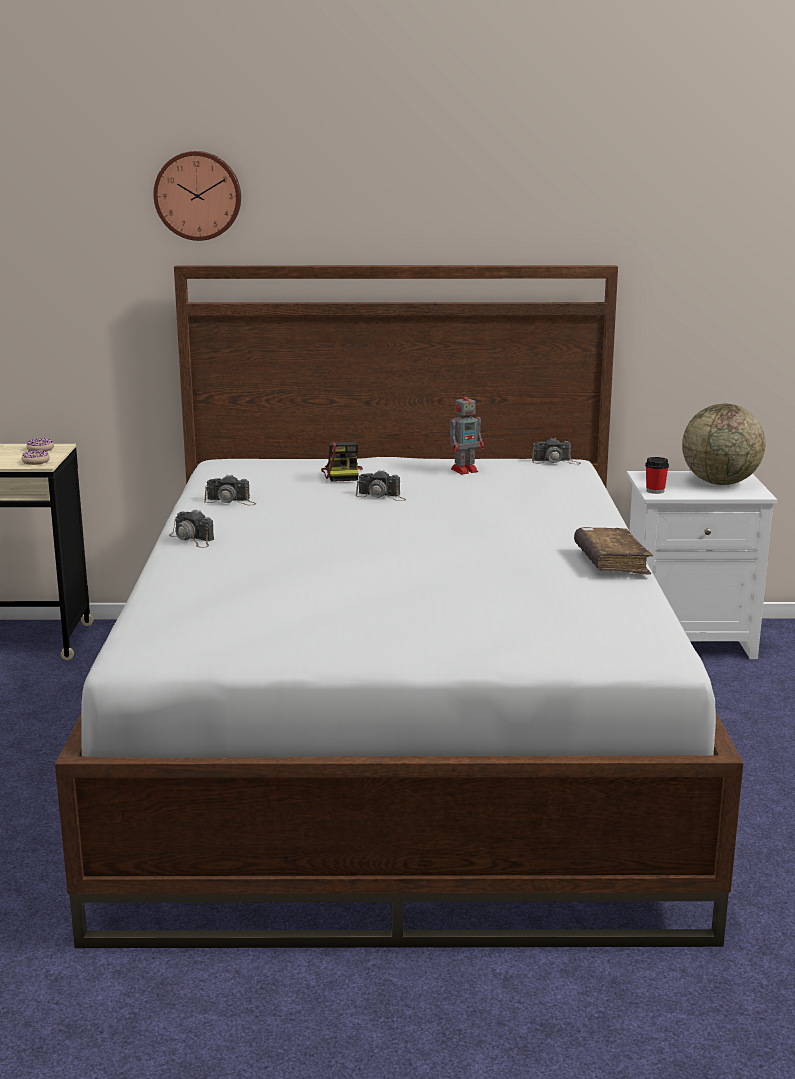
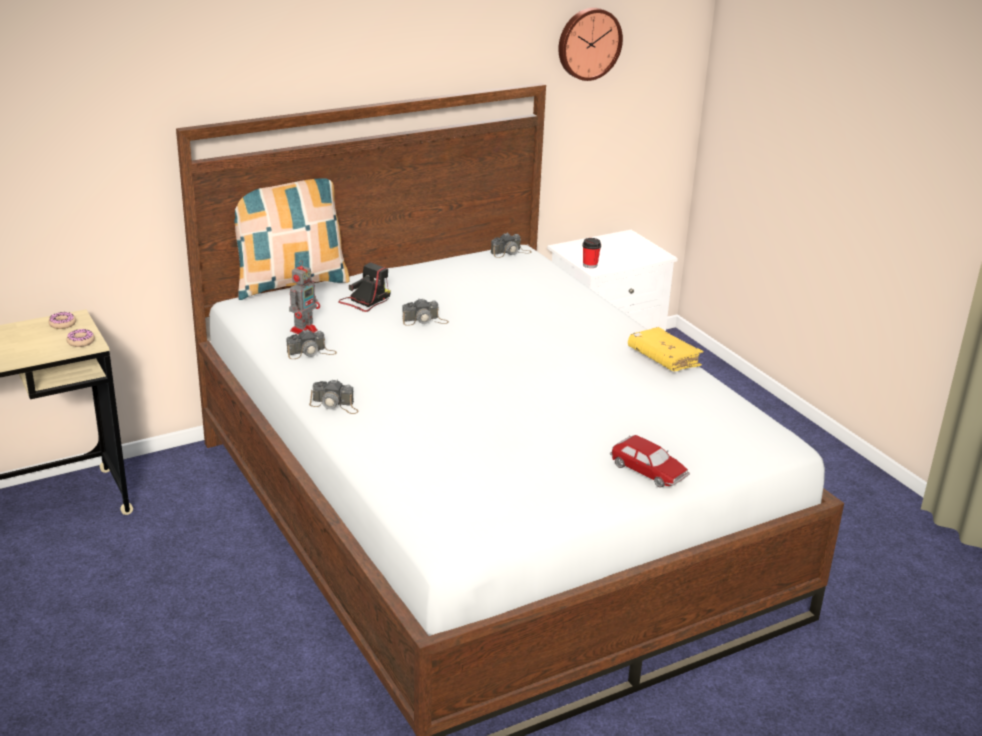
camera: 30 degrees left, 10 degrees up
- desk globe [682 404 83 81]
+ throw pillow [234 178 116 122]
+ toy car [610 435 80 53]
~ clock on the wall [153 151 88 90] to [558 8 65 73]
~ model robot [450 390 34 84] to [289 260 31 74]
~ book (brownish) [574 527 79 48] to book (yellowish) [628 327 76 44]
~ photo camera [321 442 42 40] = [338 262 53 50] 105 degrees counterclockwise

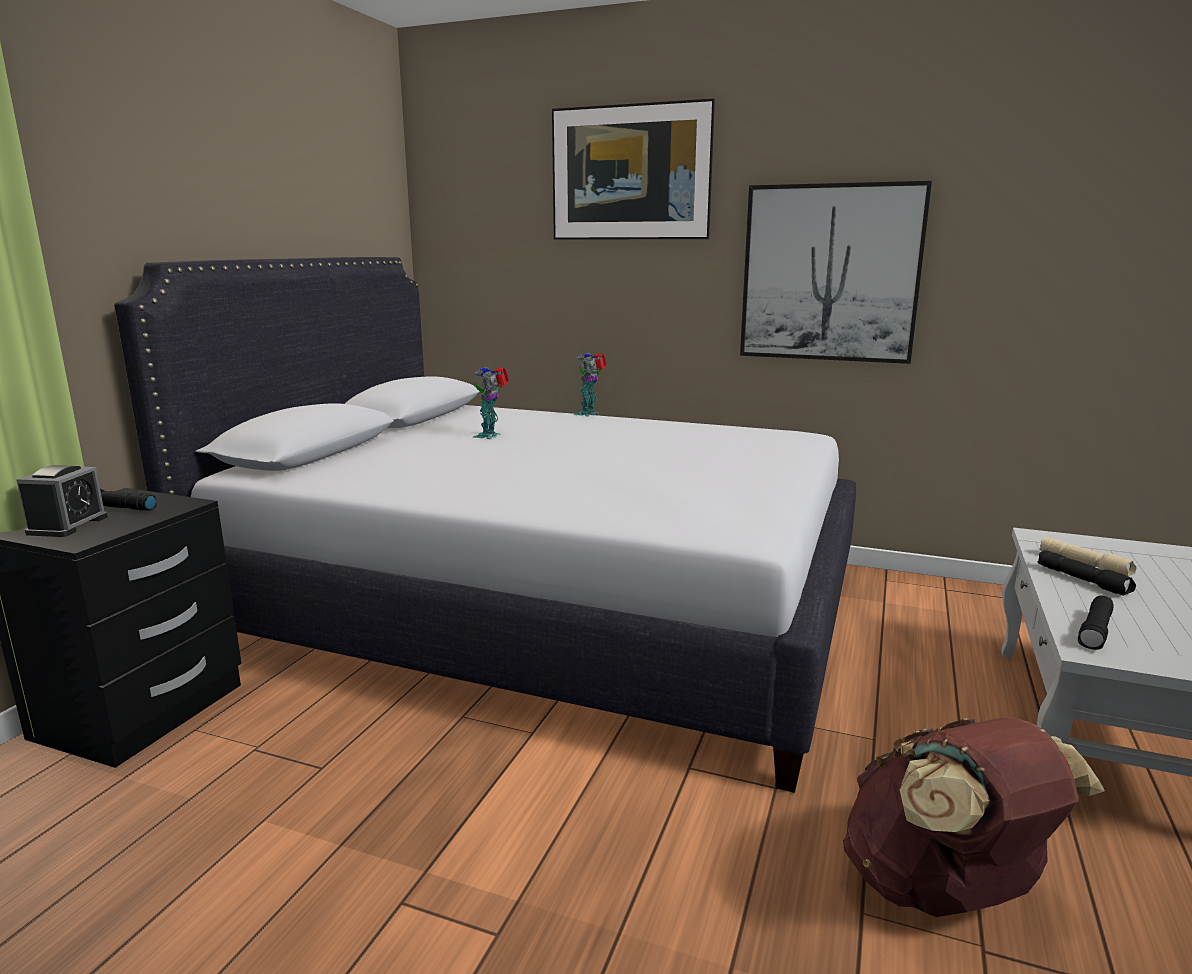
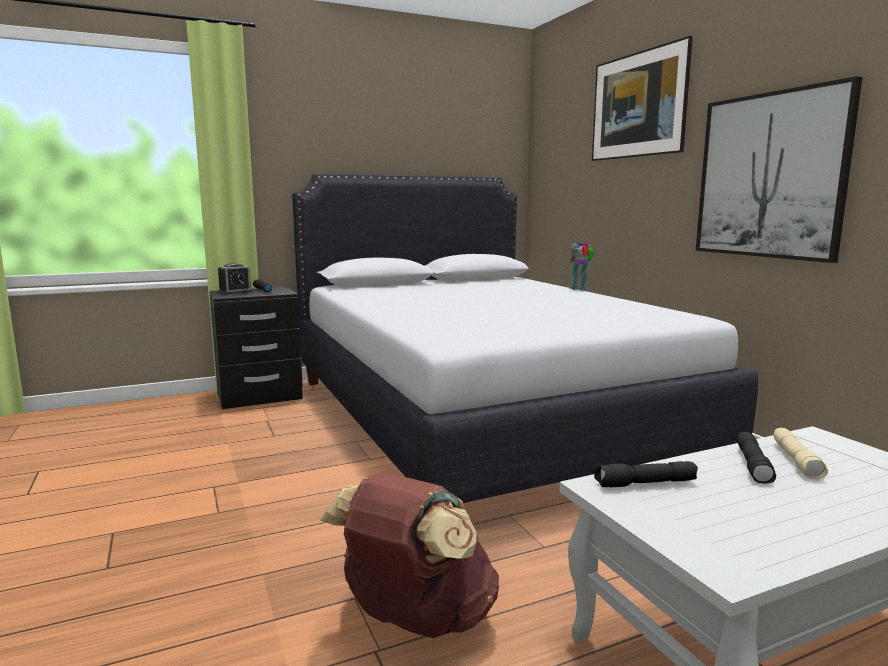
camera: 45 degrees right, 5 degrees down
- model robot [473 367 36 72]

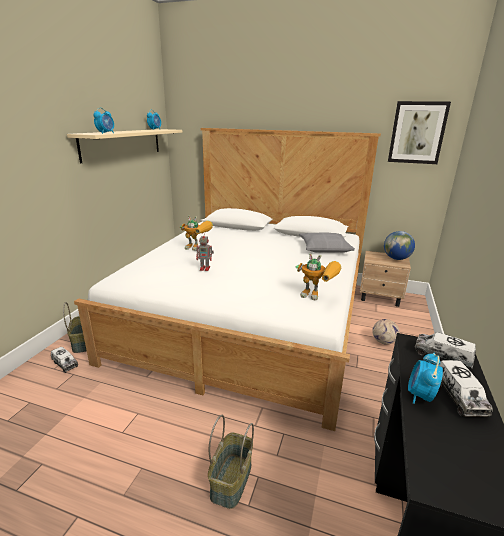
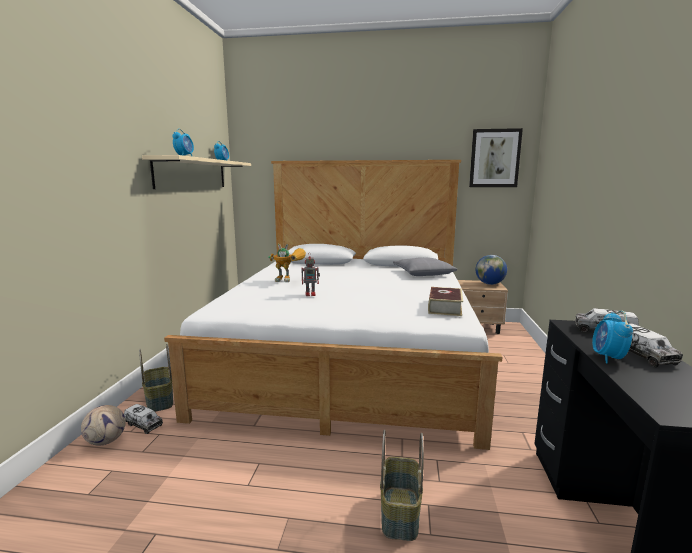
camera: 10 degrees left, 10 degrees down
~ football ball [372 319 28 26] to [81 405 45 41]
~ model robot [296 253 46 47] to book [428 287 35 29]

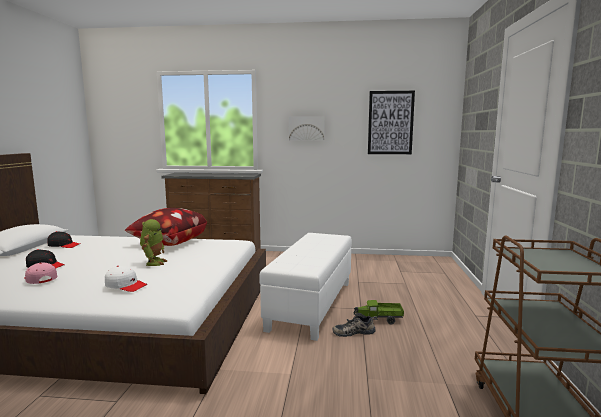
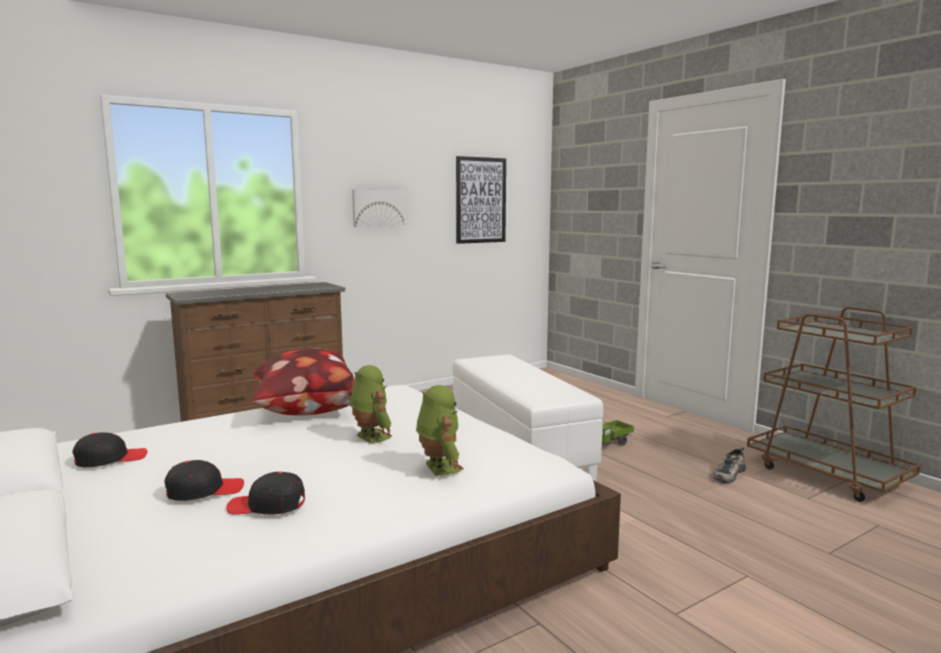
camera: 40 degrees left, 0 degrees up
~ item of footwear [332 316 45 21] to [713 447 33 36]
~ peaked cap (white) [105 266 43 26] to model robot [416 385 48 91]
~ peaked cap (pinkish) [24 263 33 21] to peaked cap (blackish) [226 472 79 43]

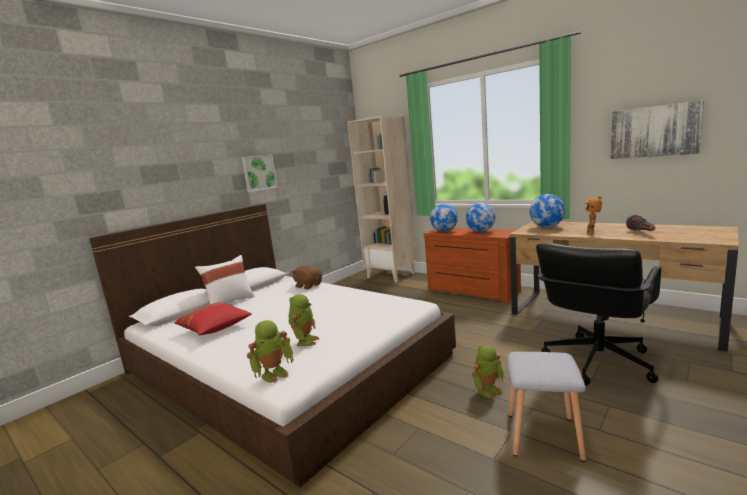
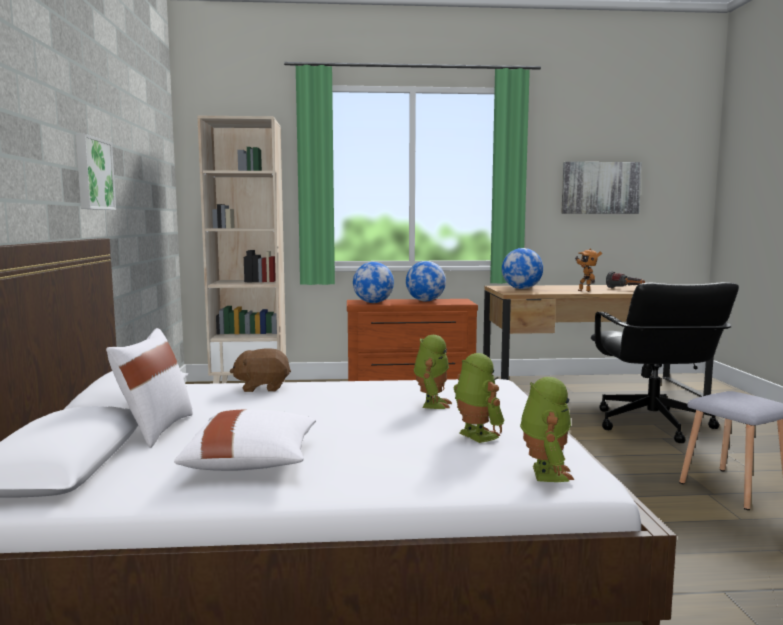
camera: 45 degrees left, 5 degrees down
~ model robot [472 345 32 54] to [414 335 38 74]
~ throw pillow (reddish) [175 302 77 33] to throw pillow (white) [174 410 142 61]

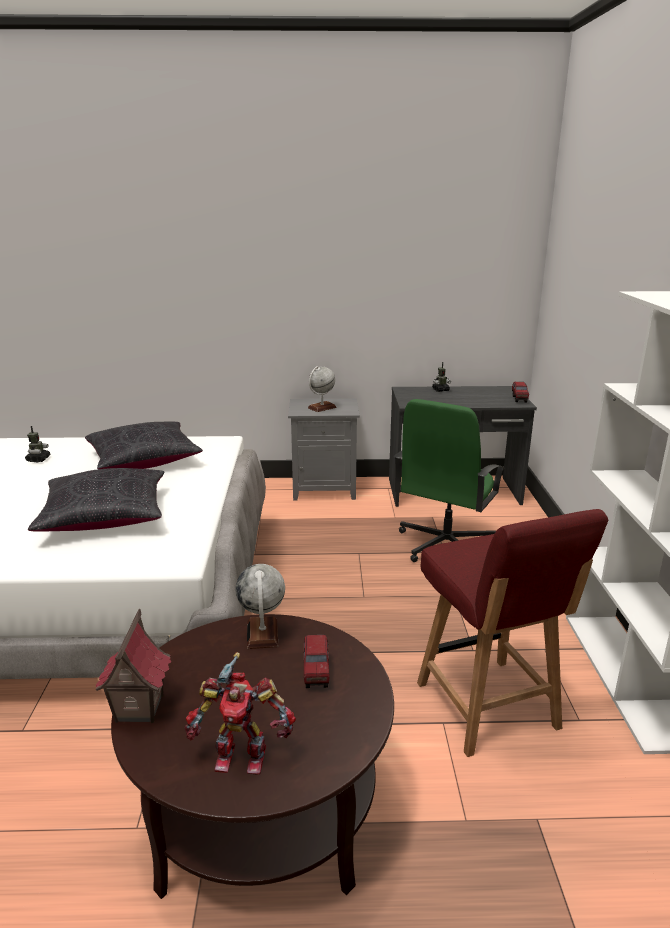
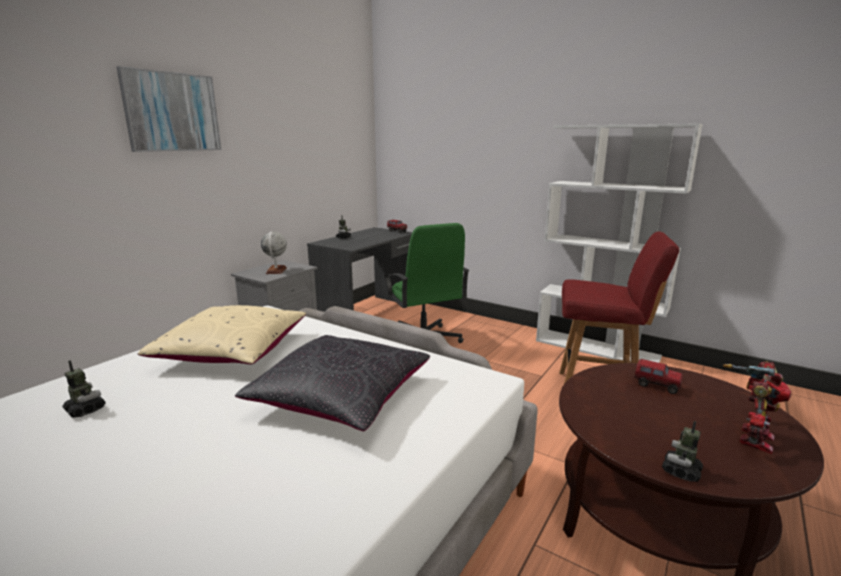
camera: 55 degrees left, 5 degrees down
- desk globe [236 564 49 85]
+ wall picture [116 66 105 86]
~ model house [95 609 76 114] to model robot [662 421 41 61]
~ throw pillow (blackish) [85 422 118 47] to throw pillow (beige) [138 305 168 59]

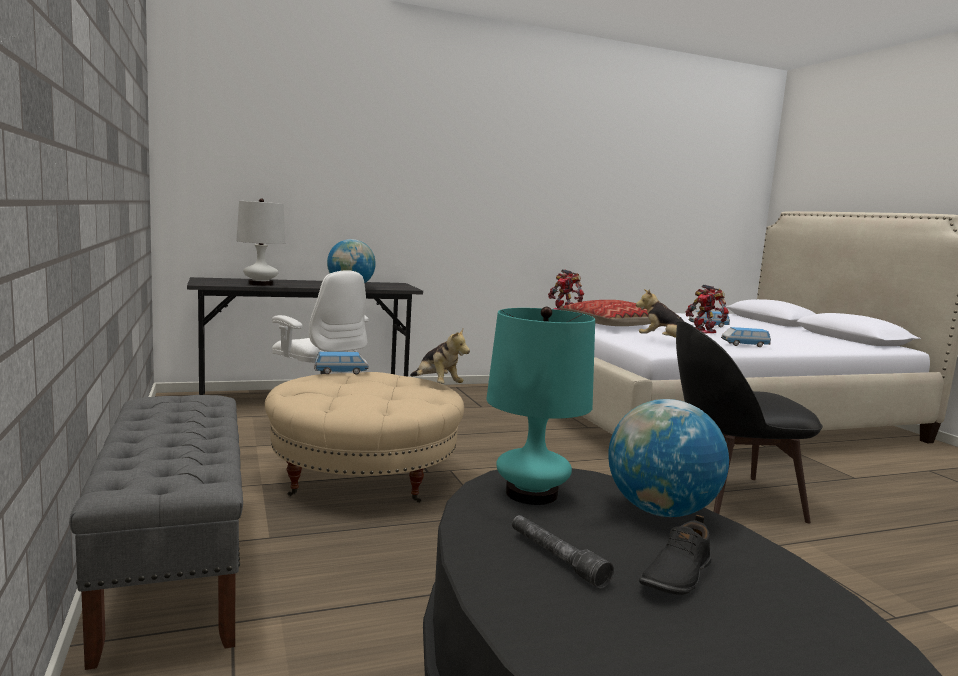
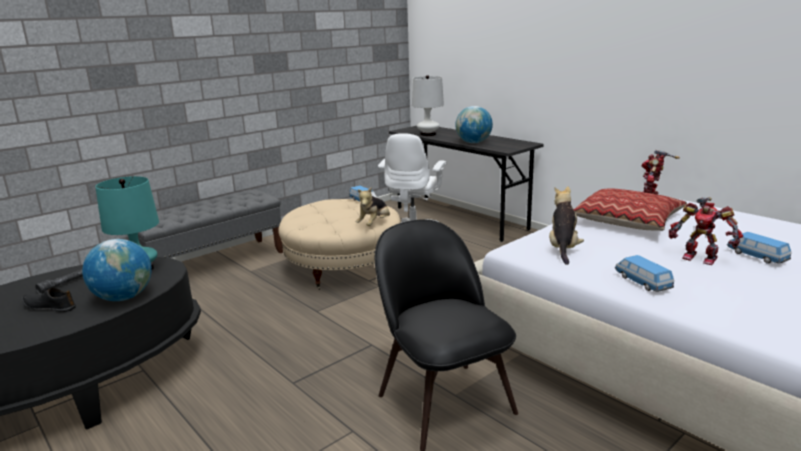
camera: 70 degrees right, 10 degrees up
~ model robot [686 285 43 48] = [669 197 74 68] 90 degrees counterclockwise

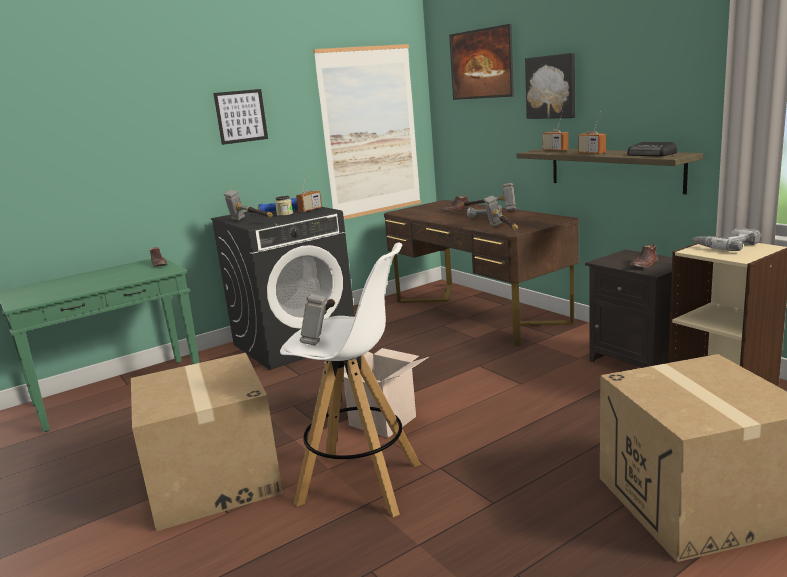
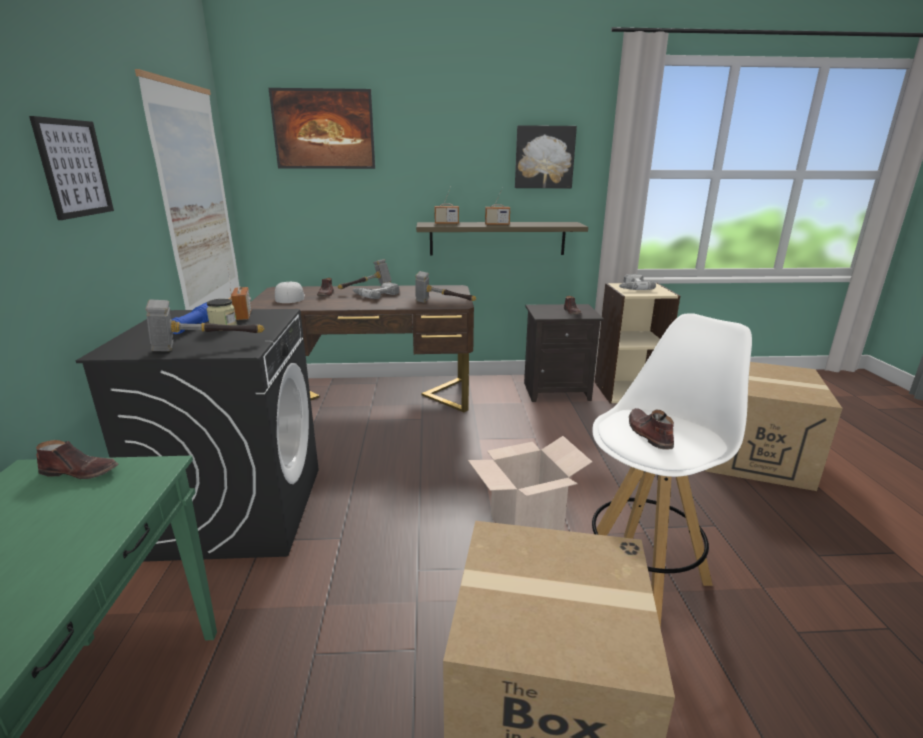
camera: 60 degrees left, 5 degrees up
- radio set [627 142 50 14]
+ peaked cap (white) [275 282 30 21]
~ wall picture [525 53 50 66] to [515 125 62 63]
~ hand hammer [300 294 35 51] to item of footwear (brownish) [629 408 45 42]

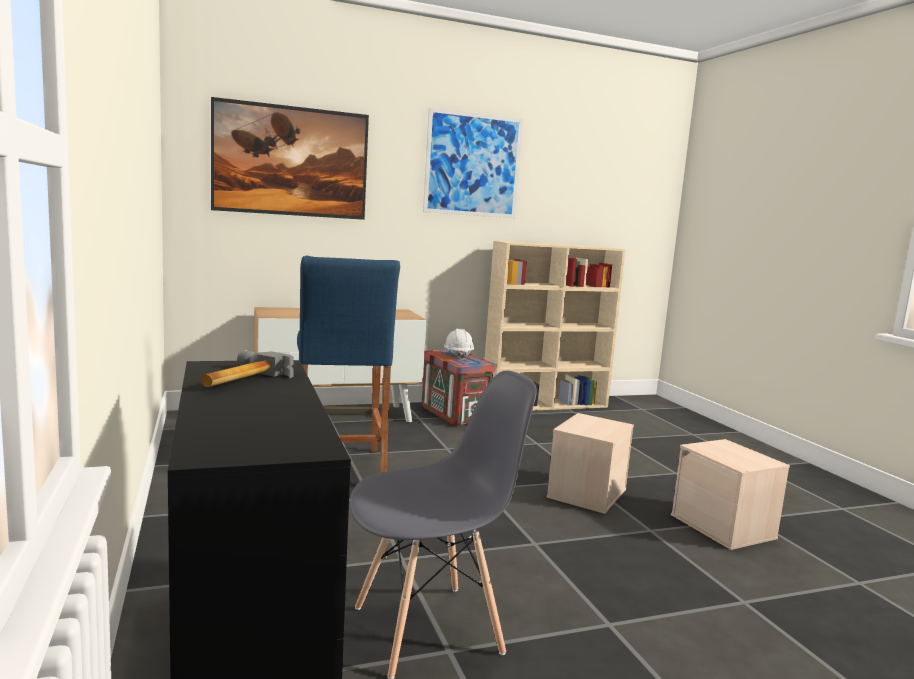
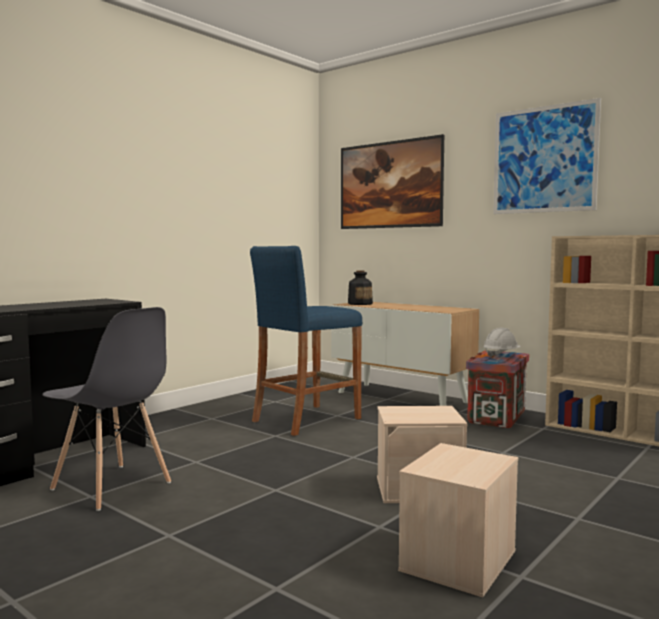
camera: 60 degrees right, 5 degrees down
- hand hammer [201 350 93 37]
+ drink bottle [348 270 25 35]

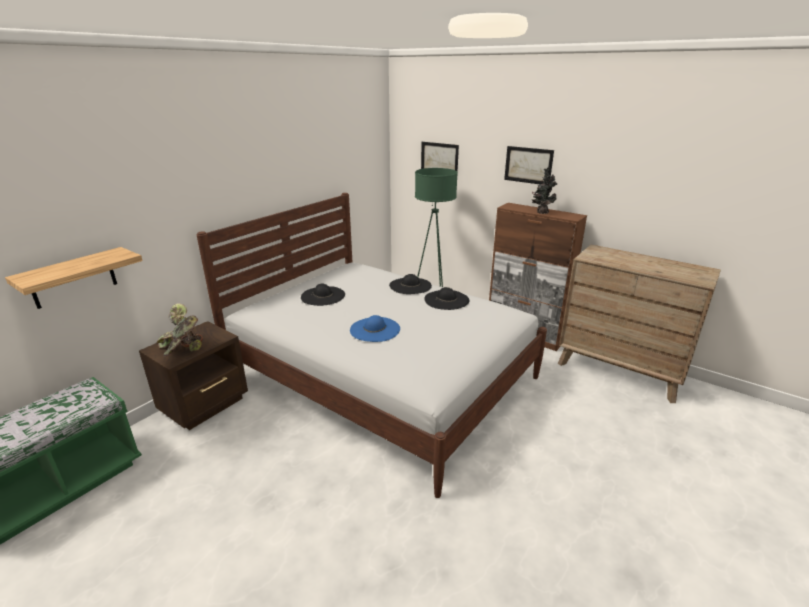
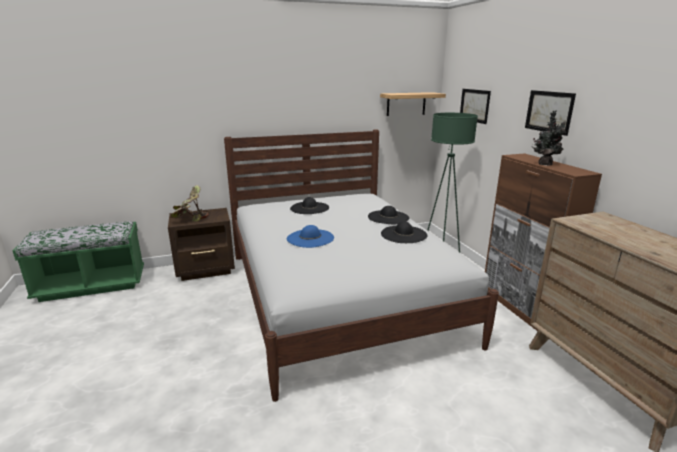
camera: 35 degrees right, 5 degrees down
~ wall shelf [5 247 138 62] to [380 92 66 24]

